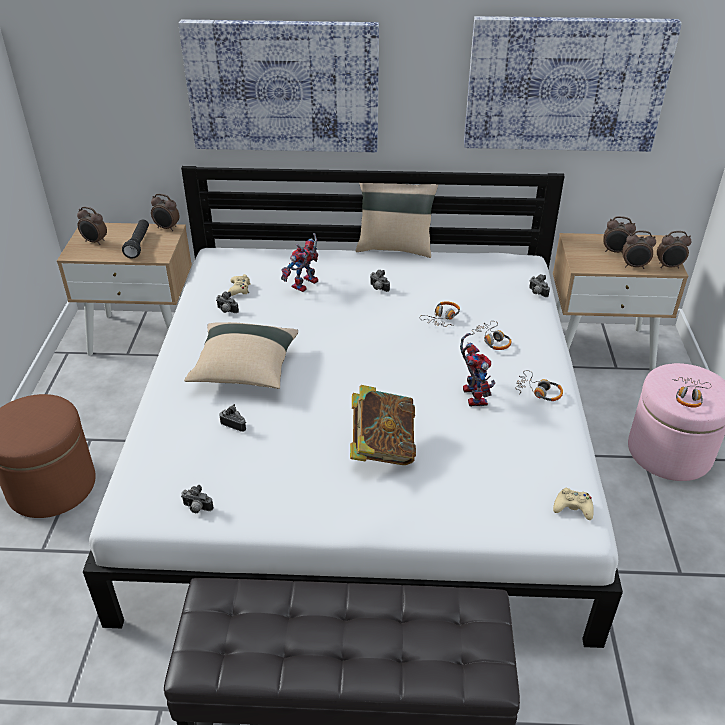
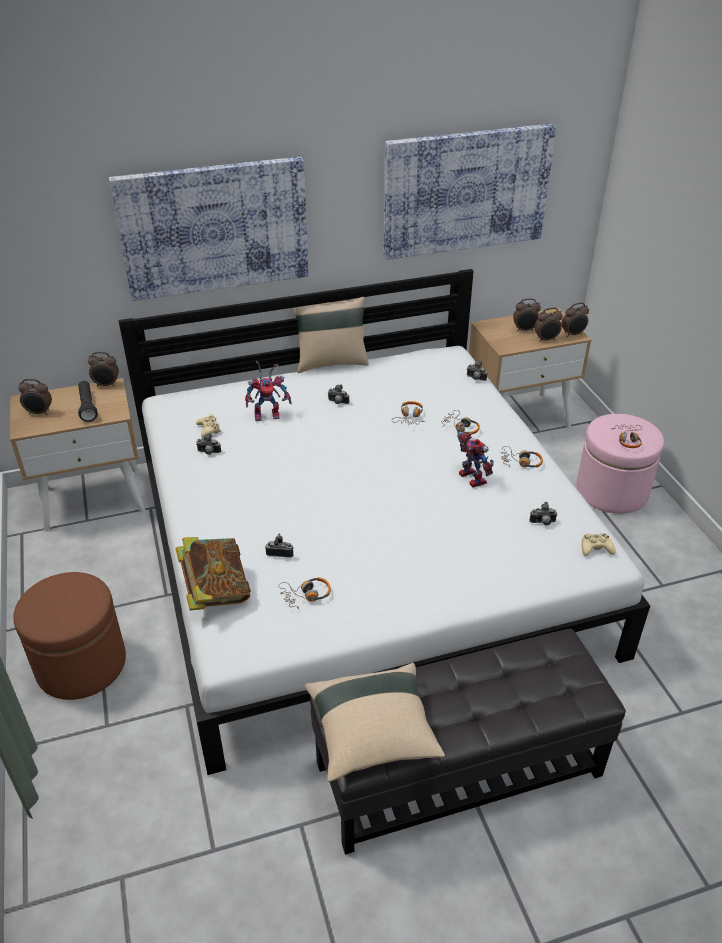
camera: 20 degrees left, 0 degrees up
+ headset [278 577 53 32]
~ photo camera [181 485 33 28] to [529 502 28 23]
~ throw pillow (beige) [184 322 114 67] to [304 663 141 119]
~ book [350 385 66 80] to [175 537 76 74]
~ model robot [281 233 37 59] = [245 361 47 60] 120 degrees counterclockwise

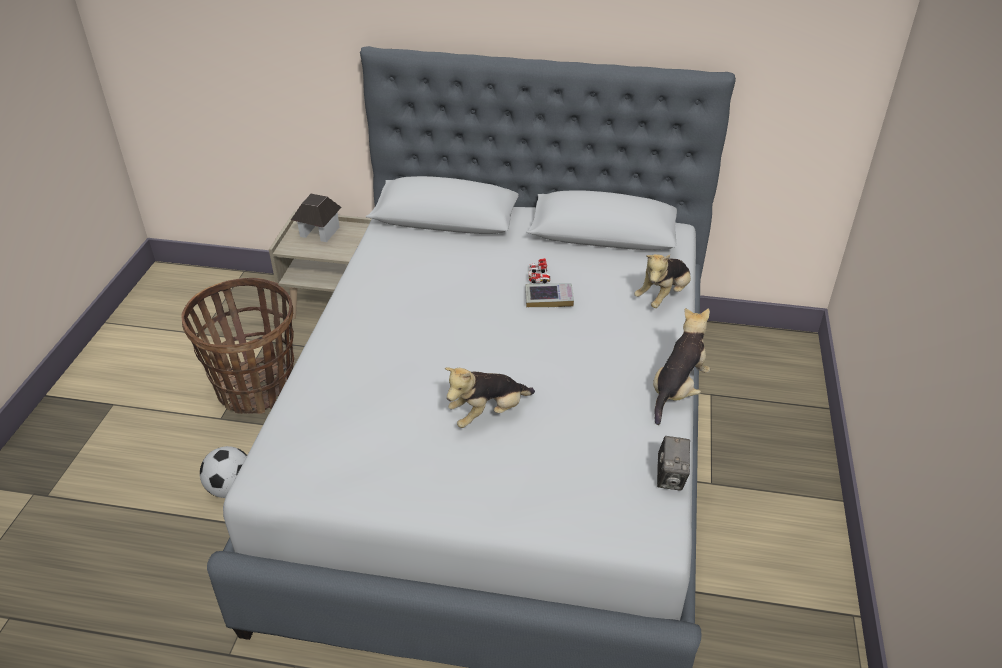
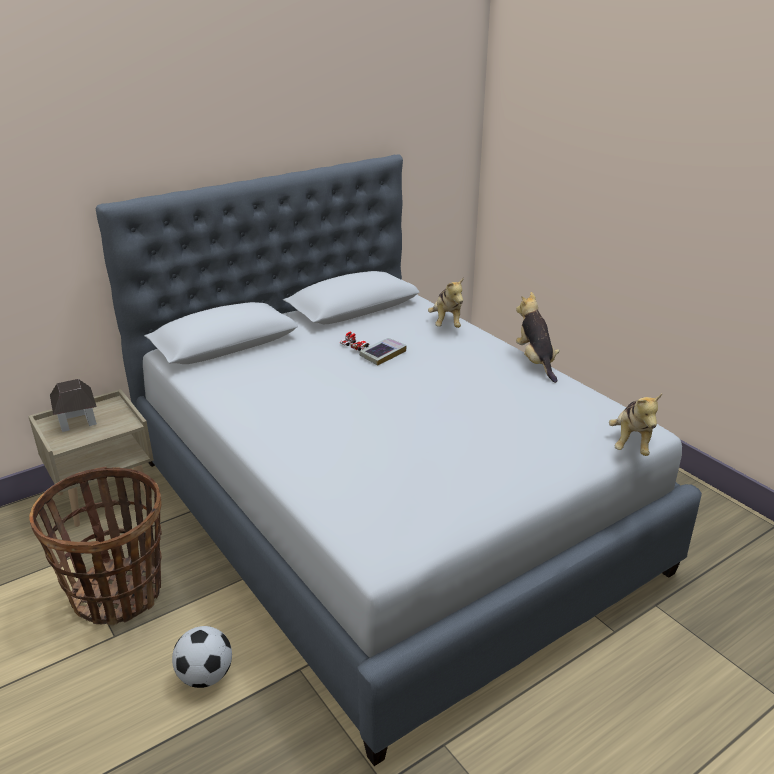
camera: 45 degrees left, 10 degrees down
- photo camera [657 436 33 55]
~ soft toy [445 367 90 61] to [609 394 53 62]

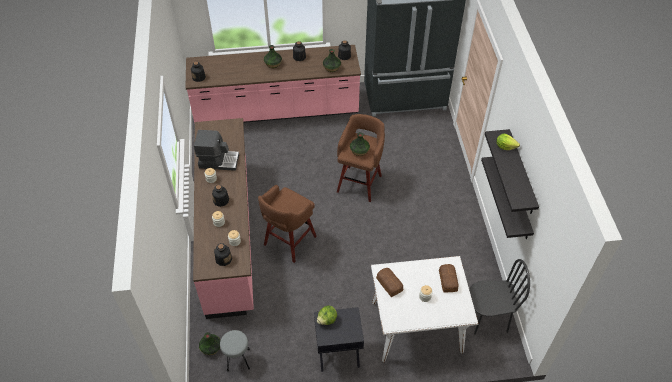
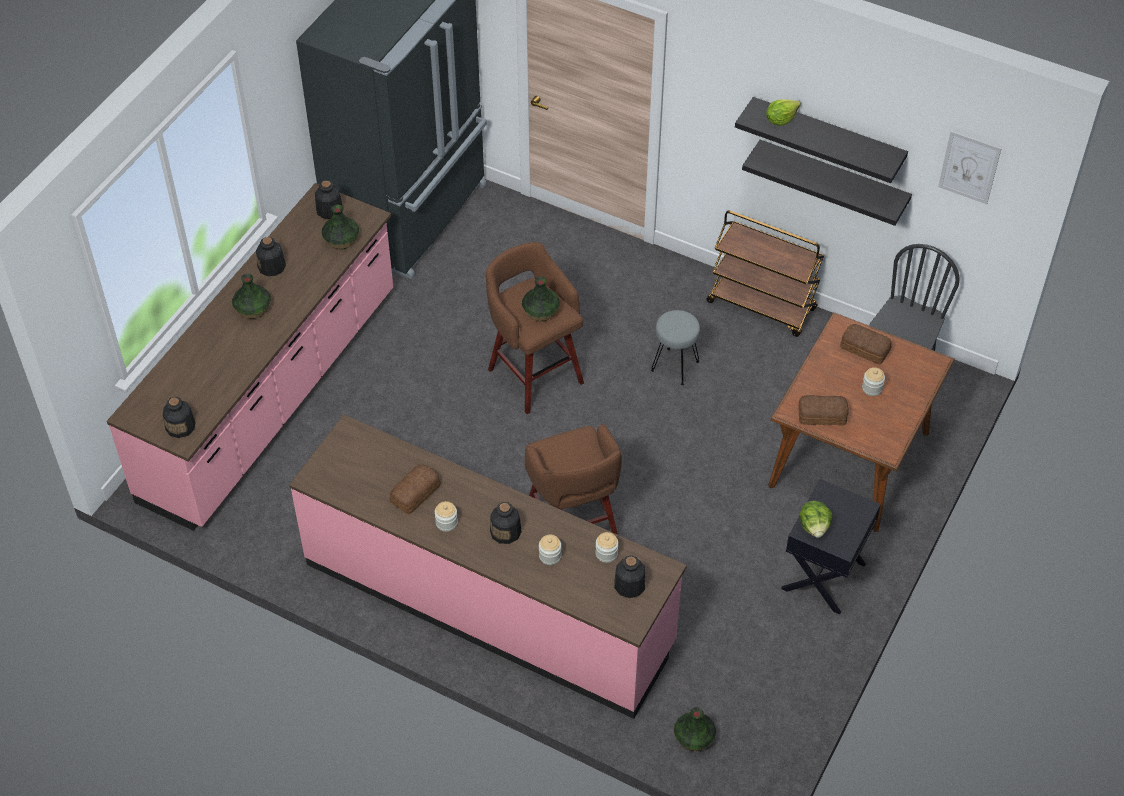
camera: 55 degrees left, 0 degrees up
+ wheeled cart (brownish) [706 211 118 126]
+ wall picture [938 131 64 73]
~ stool seat (greyish) [220 330 30 41] to [651 310 49 75]
~ coffee maker [194 130 45 41] to bakery bread [390 464 51 51]
~ dining table (white) [371 256 107 106] to dining table (brownish) [768 312 187 220]

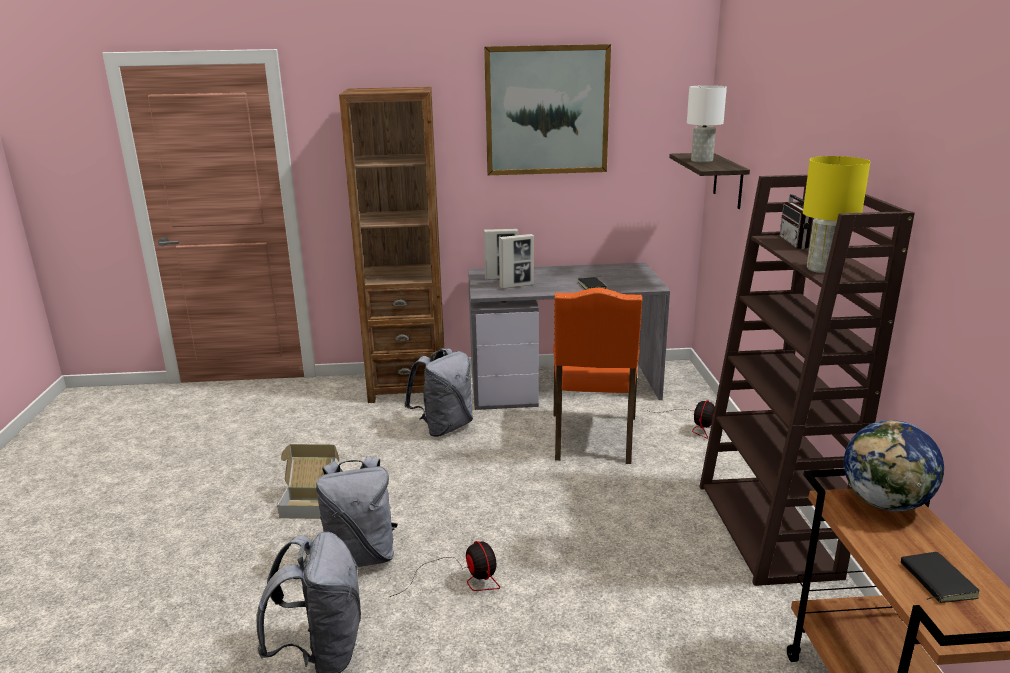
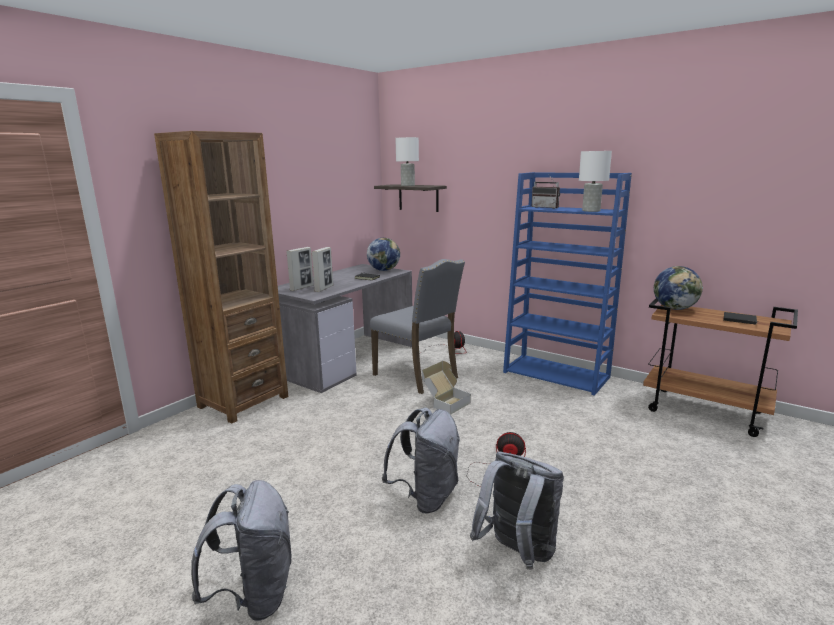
camera: 50 degrees left, 5 degrees down
- wall picture [484 44 127 131]
+ desk globe [367 238 33 33]
~ carton [277 444 62 75] to [422 361 49 54]
~ backpack (greyish) [404 349 69 88] to [191 480 101 141]
~ chair (orange-coloured) [553 288 90 176] to chair (greyish) [370 259 95 135]
~ bookcase (brownish) [699 175 216 411] to bookcase (blue) [503 172 129 224]
~ tabletop lamp (yellowish) [803 156 67 117] to tabletop lamp (white) [579 151 33 61]

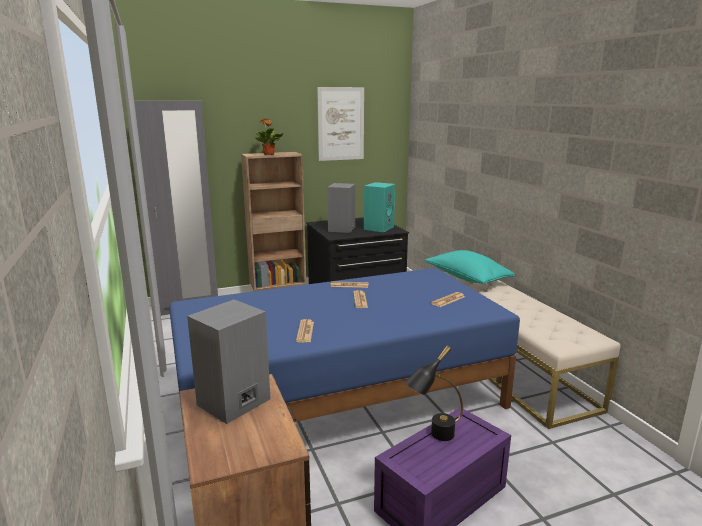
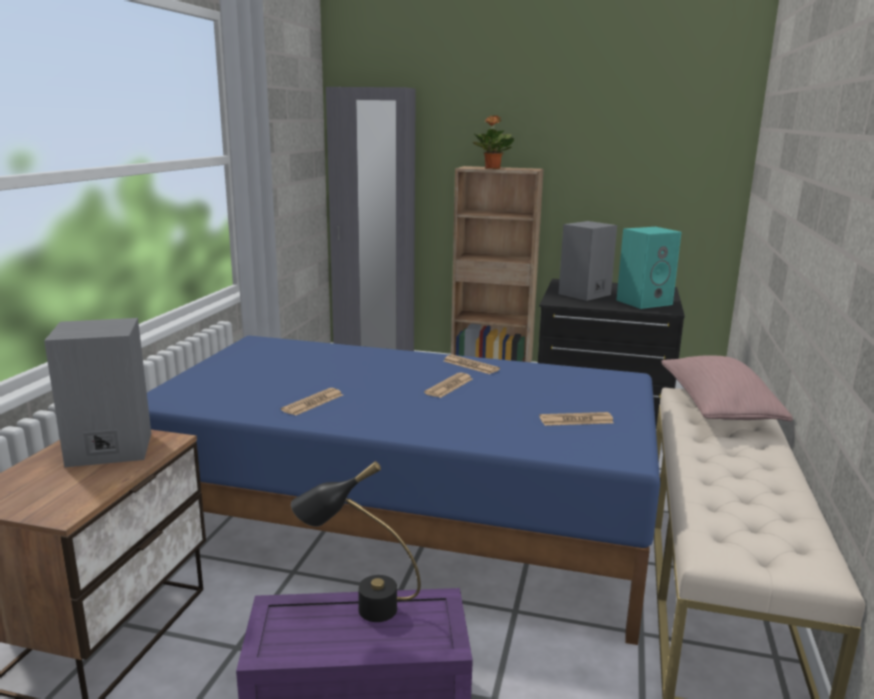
camera: 35 degrees right, 0 degrees up
- wall picture [317 87 47 74]
~ throw pillow (blue-green) [425 250 90 34] to throw pillow (pinkish) [661 355 132 66]

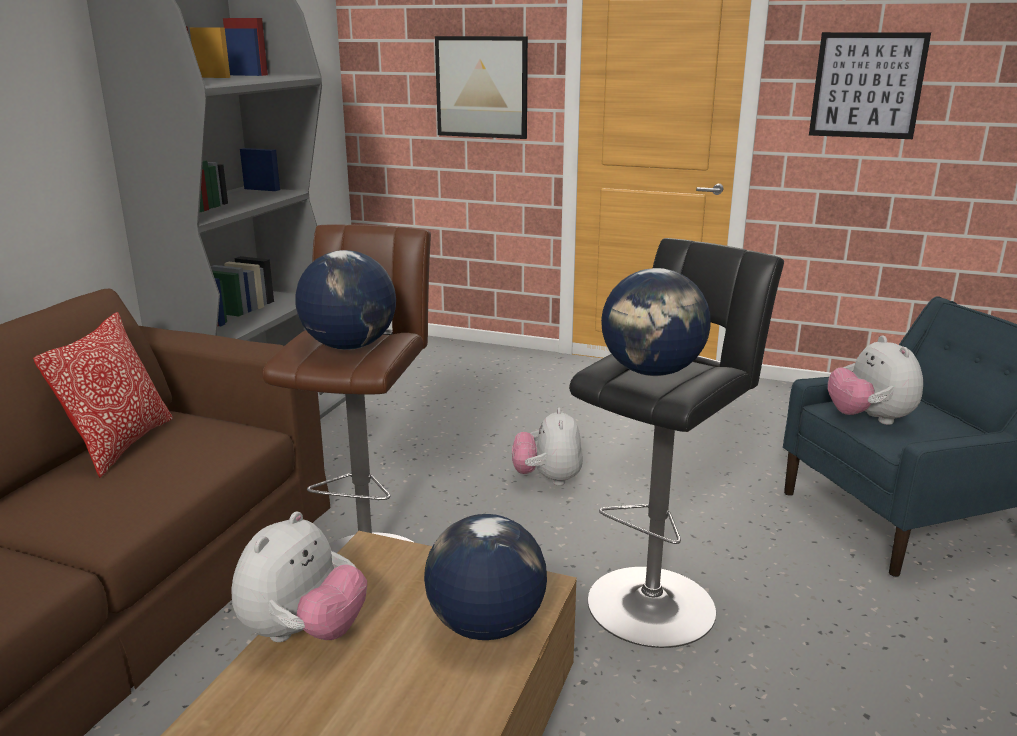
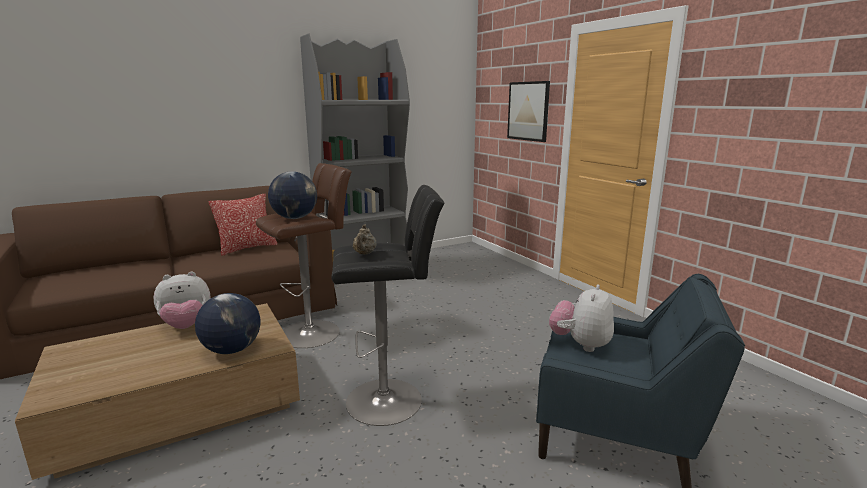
camera: 40 degrees right, 5 degrees down
- soft toy [512 408 71 78]
- wall picture [809 32 122 107]
~ desk globe [601 268 110 108] to teapot (beige) [353 224 23 31]

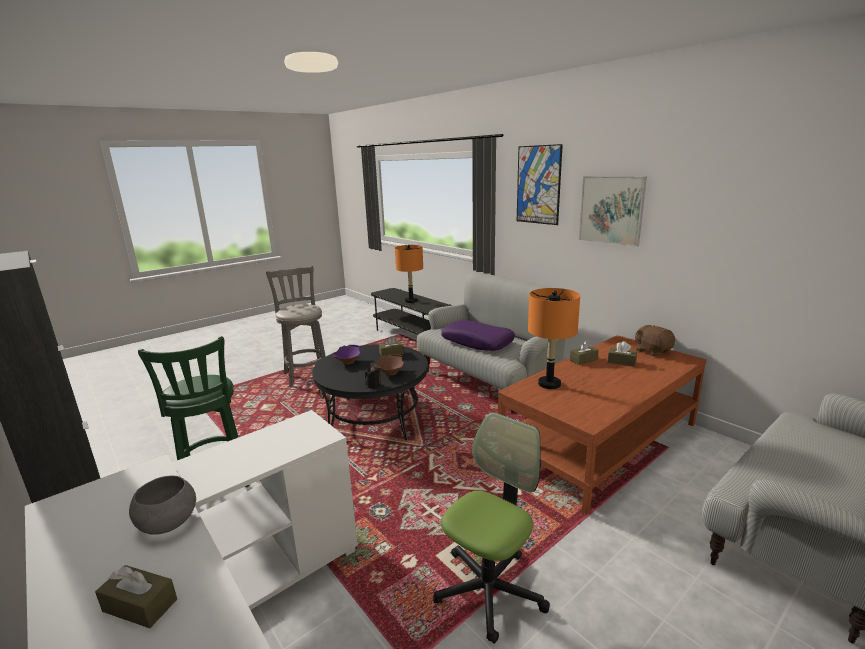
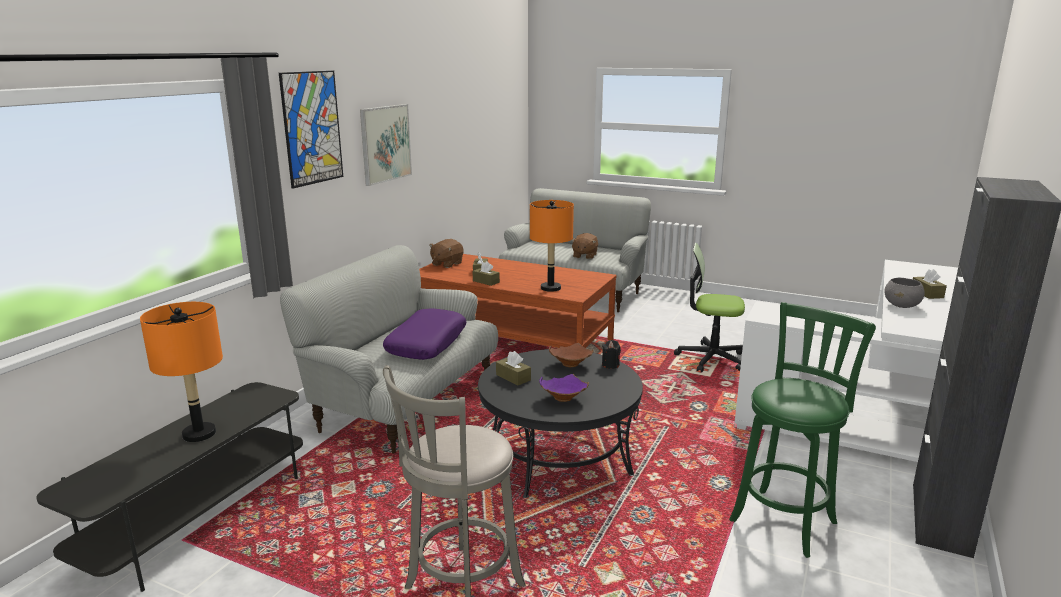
camera: 115 degrees left, 0 degrees up
+ soft toy (brownish) [572 233 26 26]

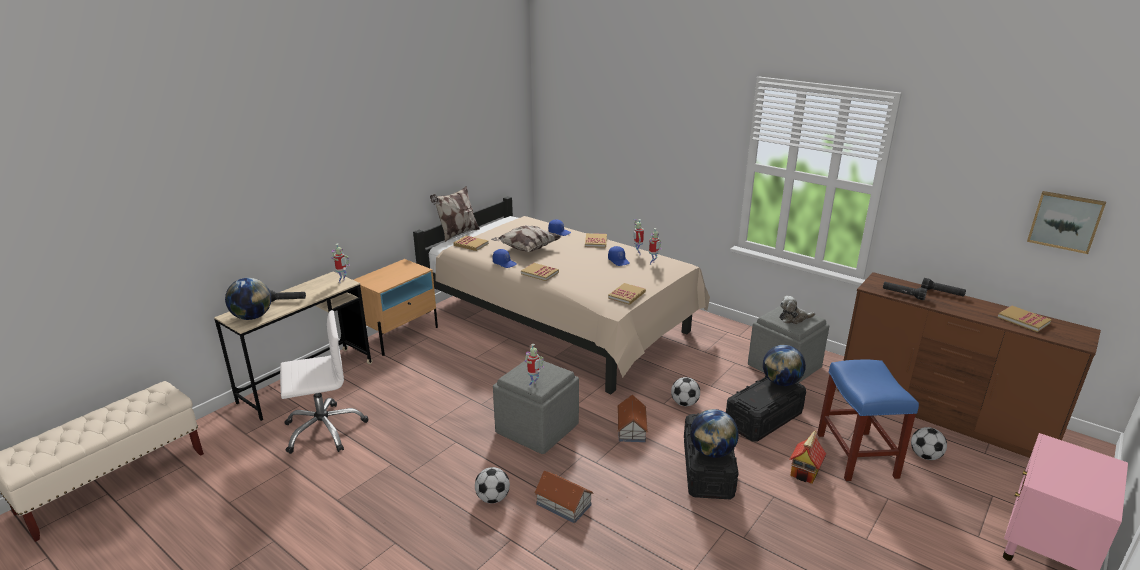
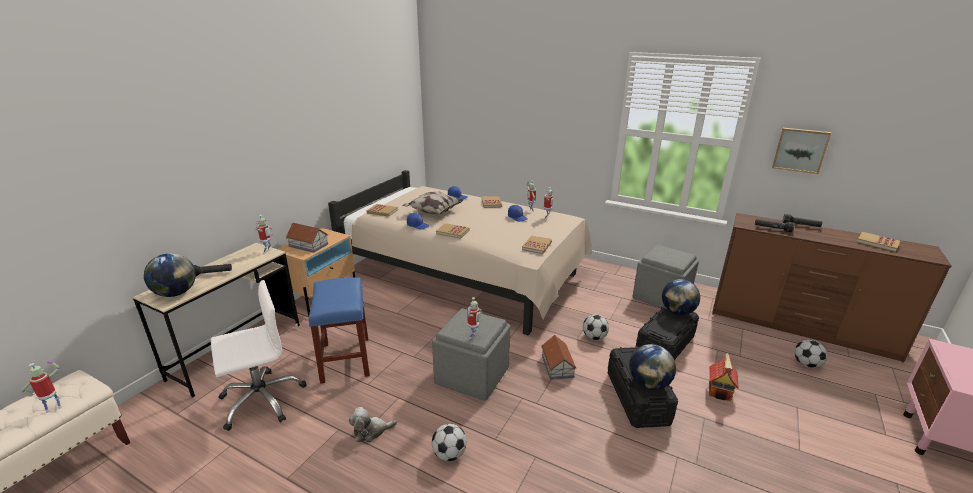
camera: 10 degrees left, 0 degrees up
- throw pillow [430 186 50 56]
+ model robot [21 360 41 53]
~ model house [534 471 60 52] to [286 223 42 30]
~ soft toy [779 296 36 28] to [349 407 48 35]
~ stool seat (blue) [817 359 102 122] to [309 277 61 107]
~ wall picture [1027 191 79 63] to [772 128 59 46]

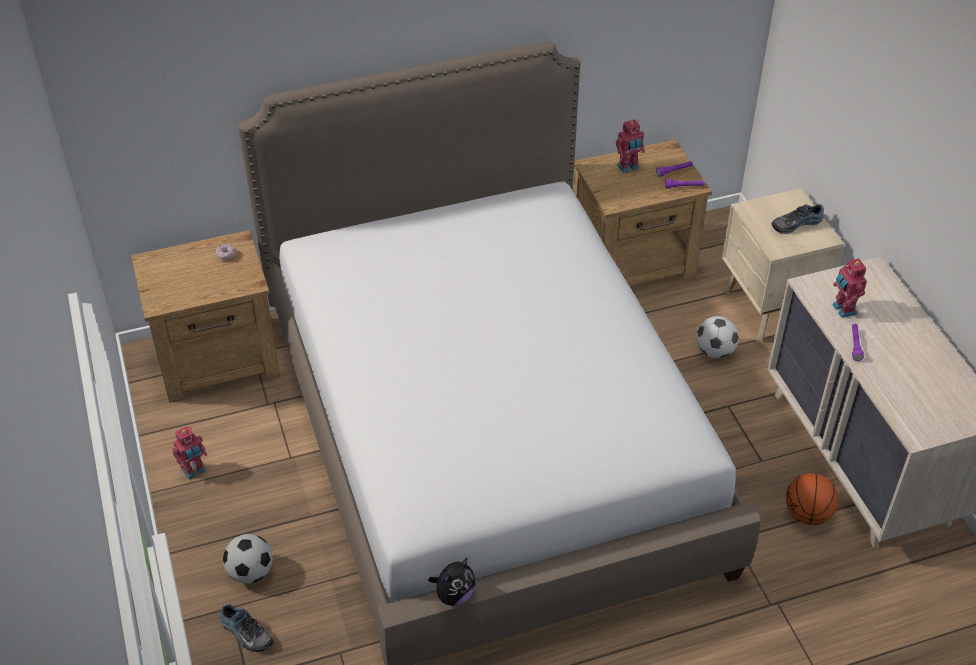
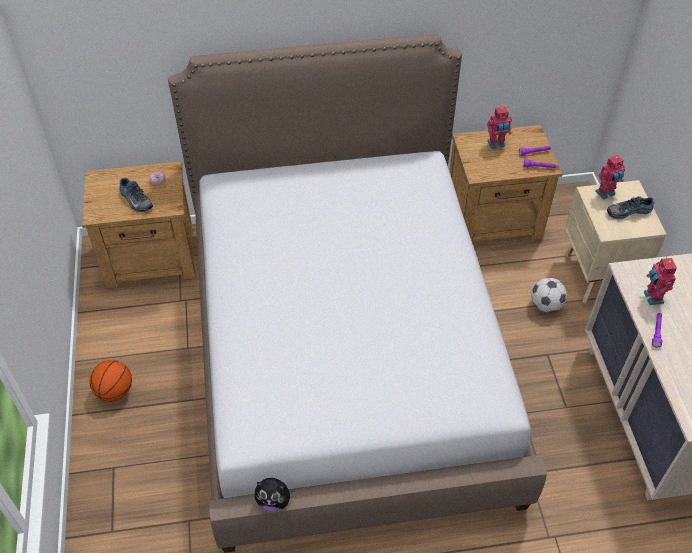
camera: 10 degrees right, 5 degrees up
- football ball [223 534 50 50]
~ model robot [172 426 35 54] to [596 154 30 46]
~ item of footwear [220 604 54 48] to [119 177 34 35]
~ basketball [786 473 52 52] to [90 360 42 42]
~ soft toy [428 557 48 49] = [255 478 40 33] 45 degrees clockwise

